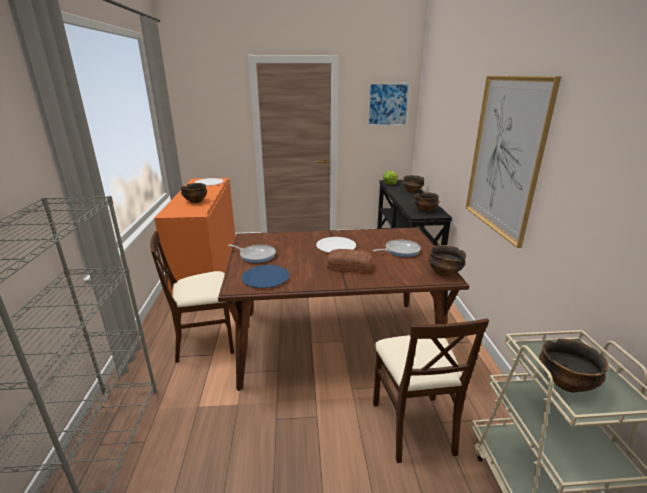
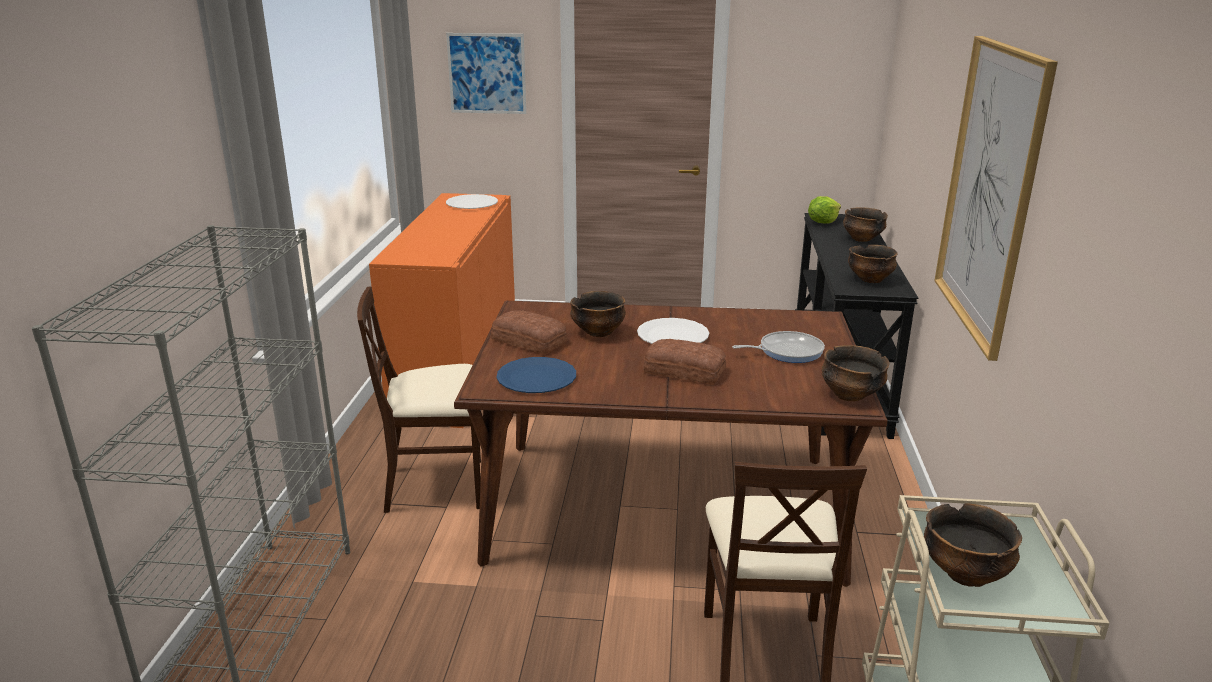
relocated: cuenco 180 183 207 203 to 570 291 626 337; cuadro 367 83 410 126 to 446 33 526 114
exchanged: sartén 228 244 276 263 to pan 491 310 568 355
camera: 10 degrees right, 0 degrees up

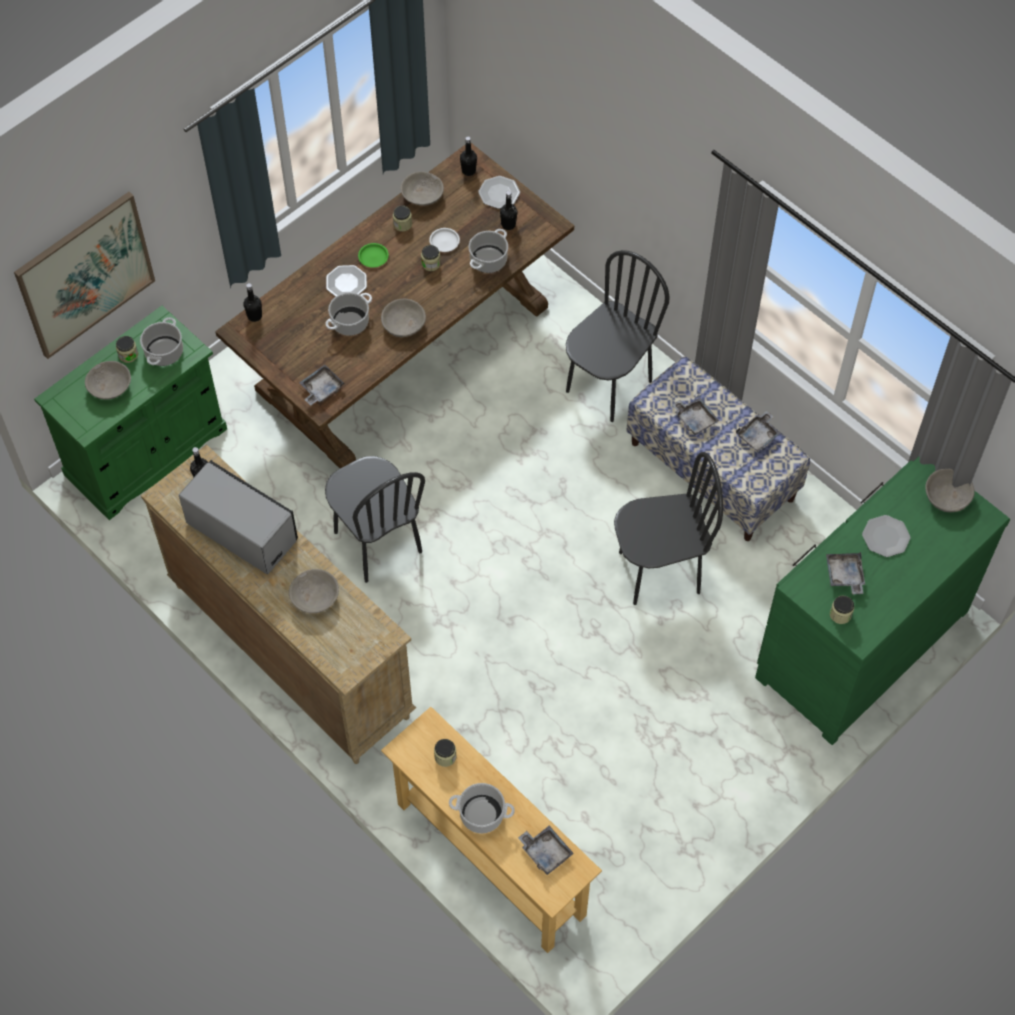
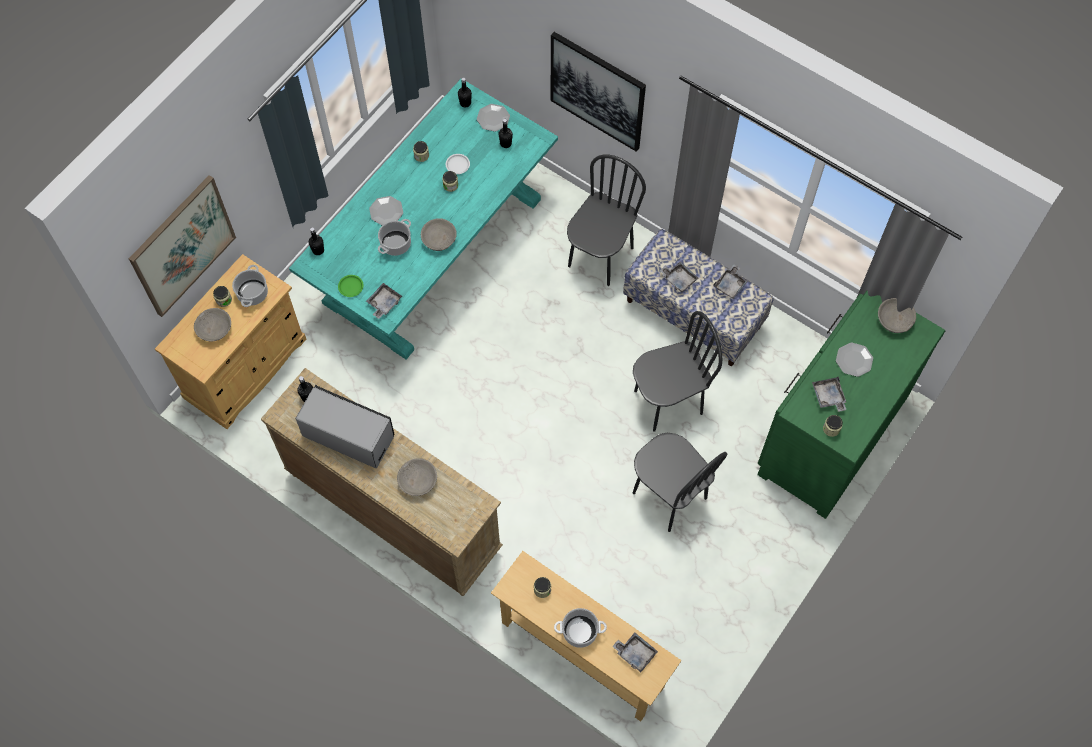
missing: cuenco (gris) 401 171 444 206; olla 469 229 508 273
appeared: cuadro 551 32 646 152
relocated: silla (negro) 325 456 425 583 to 633 433 727 532; plato (verde) 358 243 389 268 to 338 275 364 297
colour: armario (verde) 34 306 227 520 to armario (beis) 155 254 306 429; mesa de comedor (marrón) 215 143 574 468 to mesa de comedor (turquesa) 289 79 558 359
camera: 10 degrees left, 5 degrees up

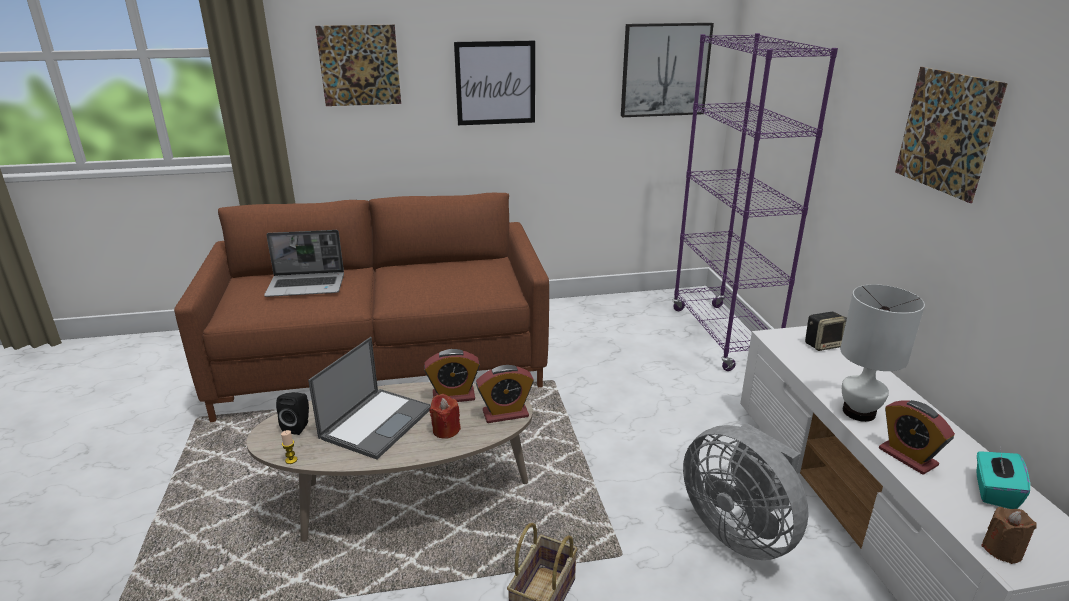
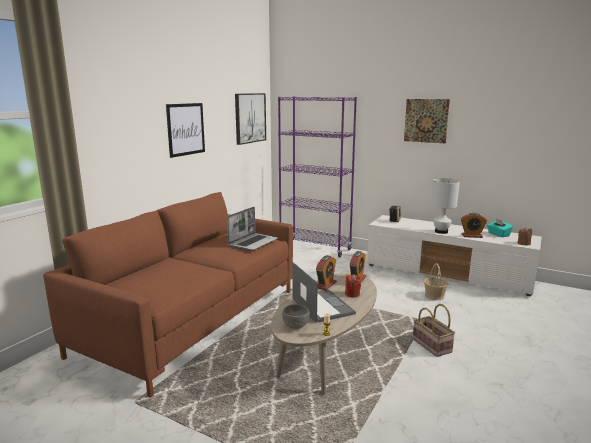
missing: cuadro 315 25 401 106
relocated: portátil 264 230 344 297 to 227 207 278 251
exchanged: altavoz (negro) 276 392 309 435 to cuenco (gris) 282 304 310 329; ventilador (gris) 683 423 809 560 to cesta 424 263 448 300
camera: 50 degrees left, 10 degrees down

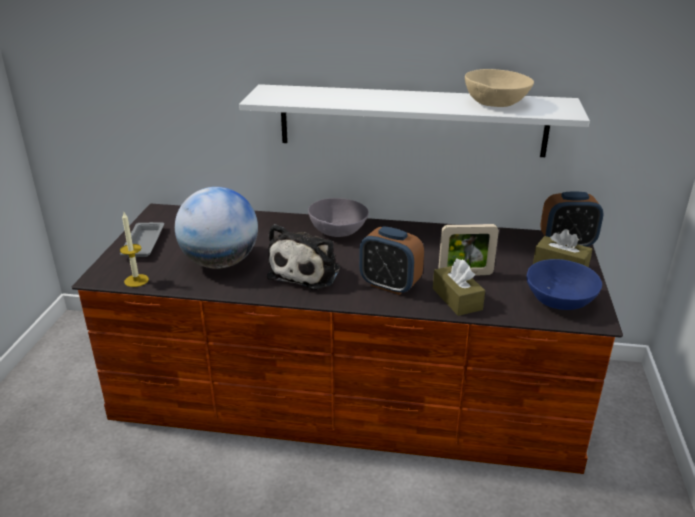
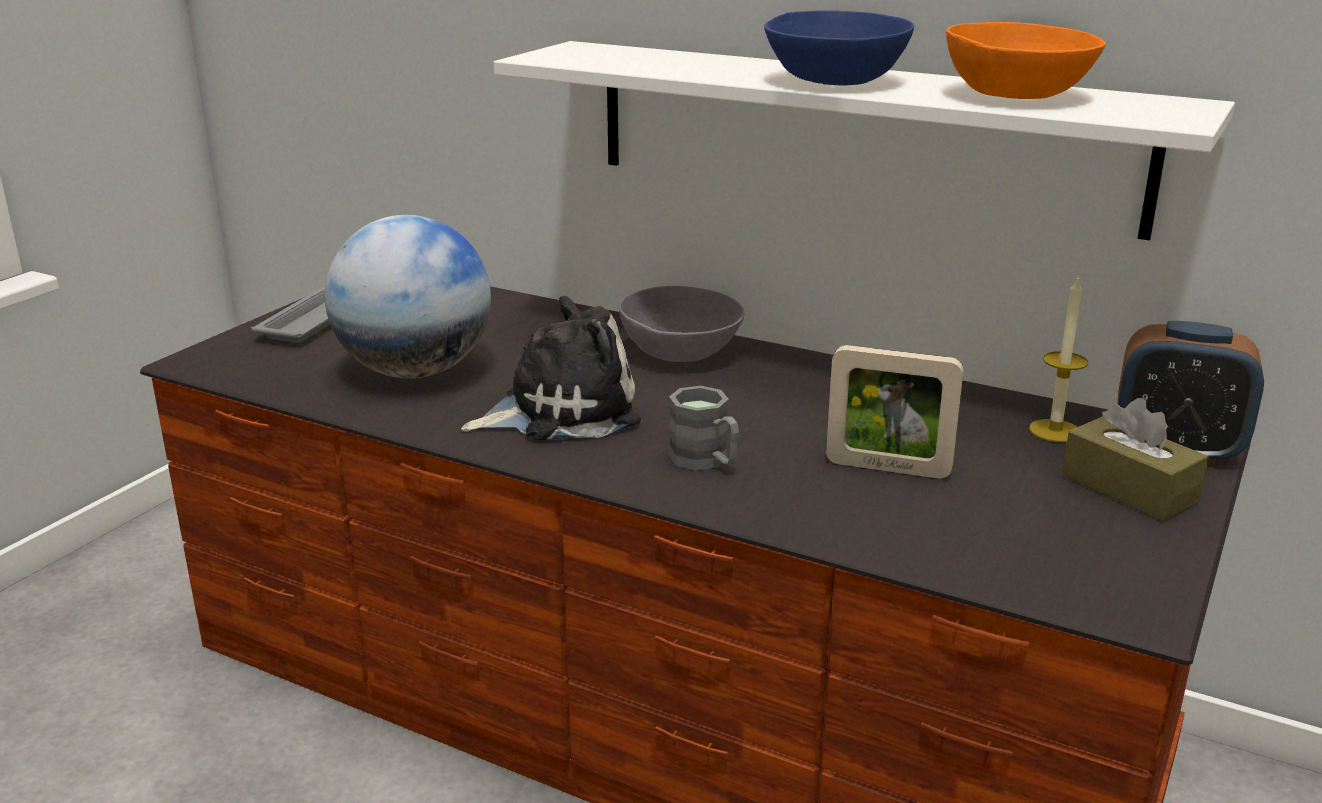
missing: caja de pañuelos (marrón) 433 258 485 316
relocated: vela 120 212 149 287 to 1029 278 1089 442; cuenco (azul) 527 259 602 310 to 764 10 914 85
exchanged: despertador 359 226 424 295 to taza grande (gris) 669 386 739 471
colour: cuenco (beis) 465 69 534 107 to cuenco (naranja) 946 22 1106 99
spun: peluche 267 224 340 289 = 461 296 641 440 150 degrees counterclockwise
camera: 20 degrees right, 5 degrees down

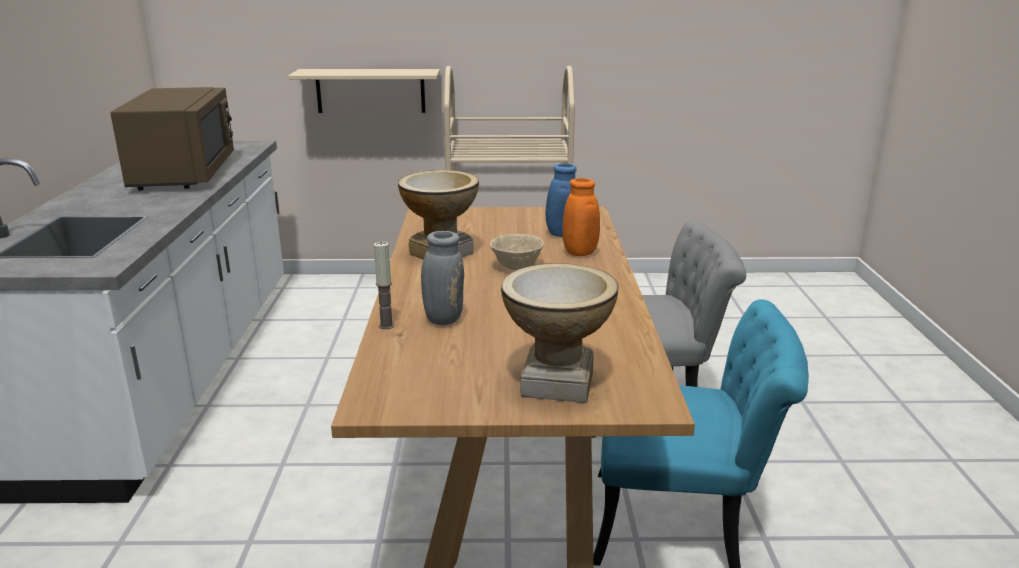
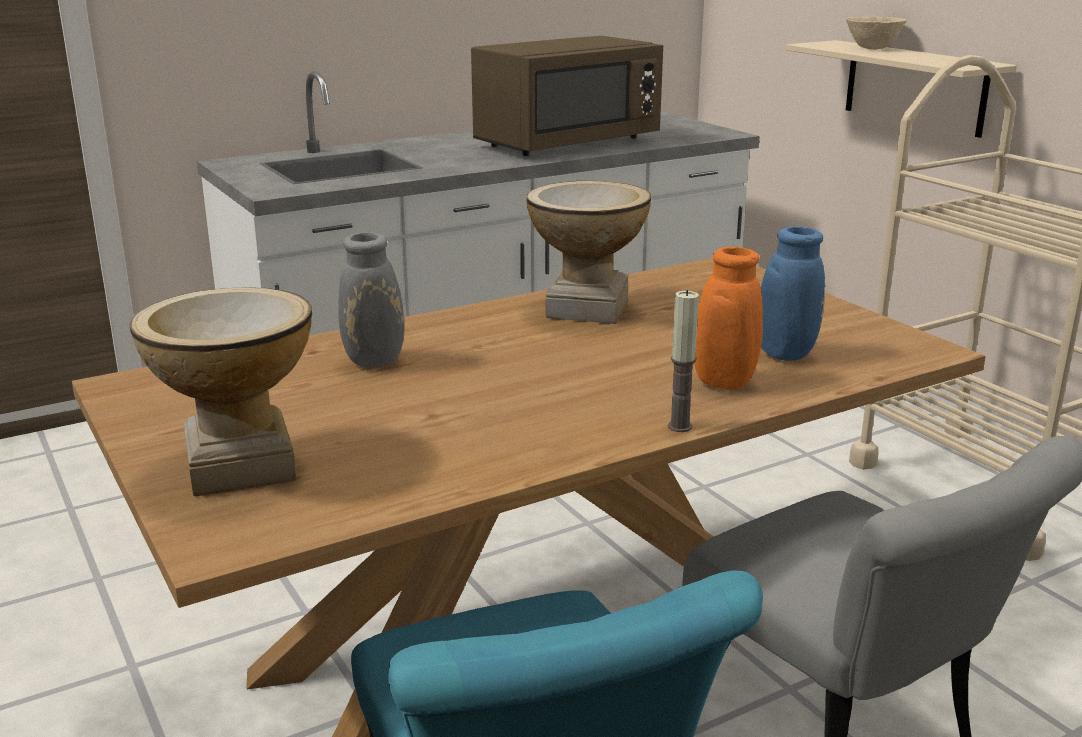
relocated: vela 374 241 394 329 to 668 290 699 432; cuenco (beis) 490 234 544 270 to 846 17 907 50
camera: 60 degrees right, 0 degrees up

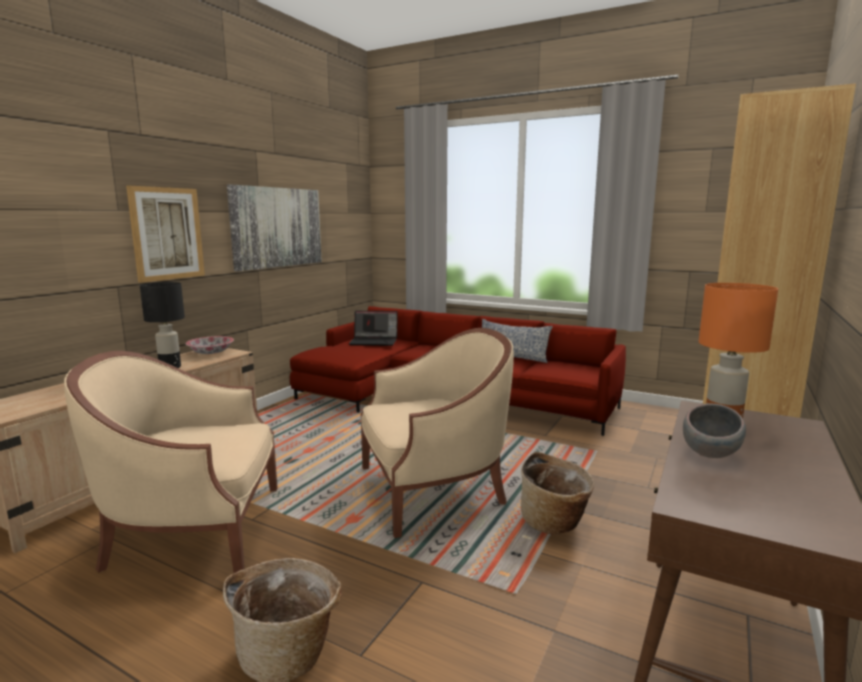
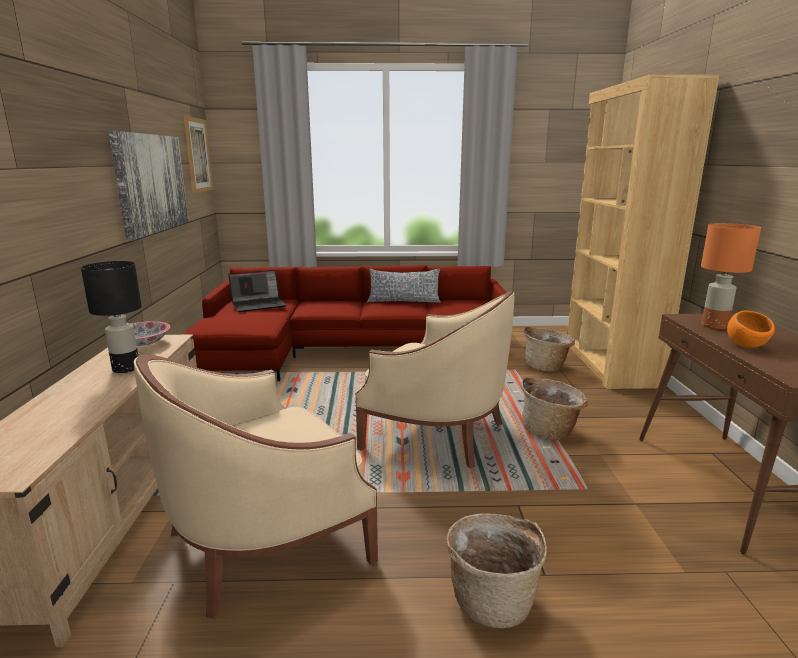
appeared: cesta 524 327 575 372
relocated: cuadro 126 185 205 283 to 184 116 213 193
colour: cuenco (gris) 683 404 746 458 to cuenco (naranja) 727 310 775 348
spun: sillón (beis) 361 328 514 538 = 356 291 514 468 75 degrees clockwise
camera: 30 degrees left, 5 degrees up

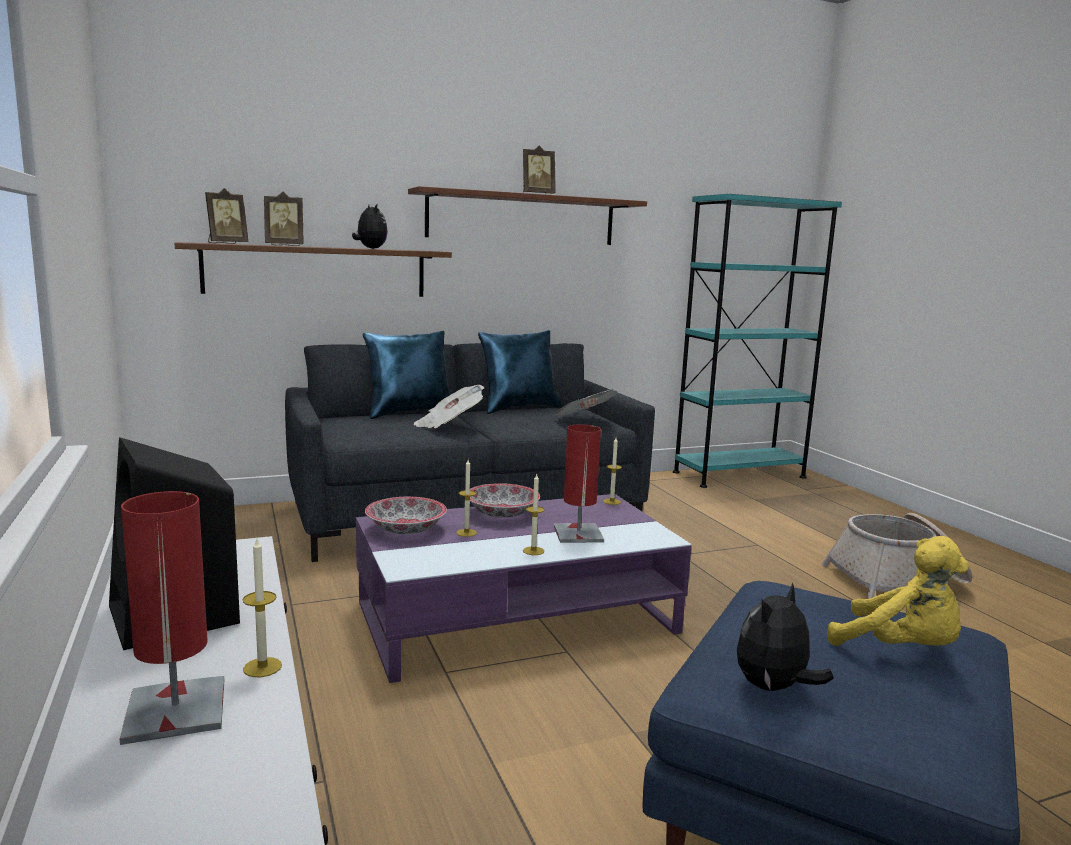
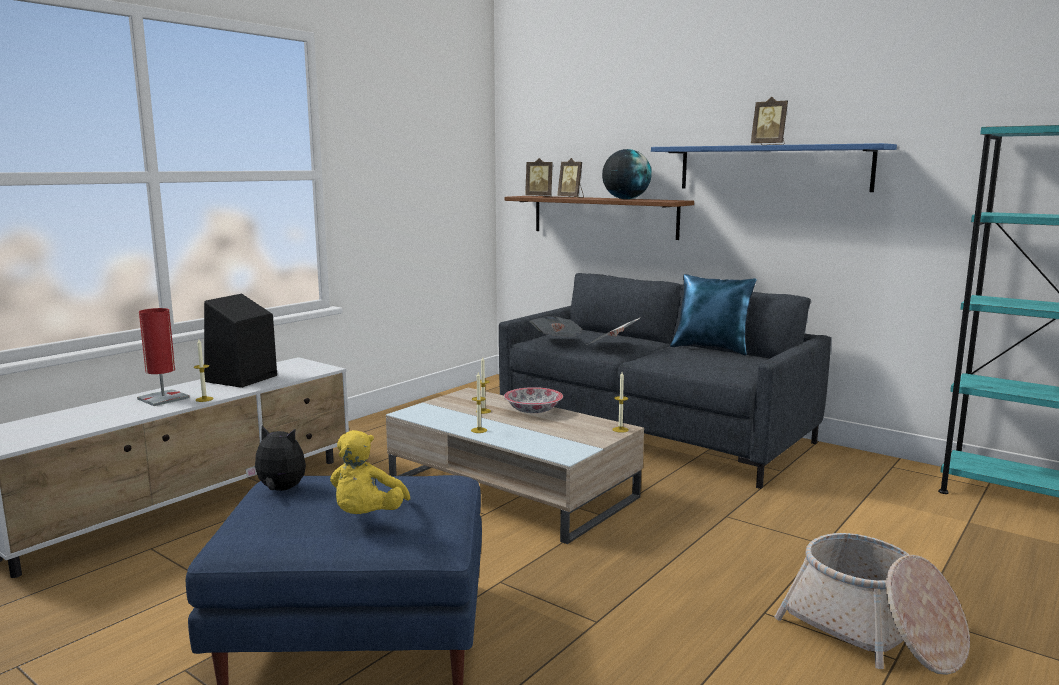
missing: cojín (azul) 363 331 450 419; cuenco 365 497 447 534; lámpara de mesa (rojo) 554 424 604 543
relocated: periódico 552 389 618 416 to 529 316 583 337
exchanged: peluche 352 203 388 249 to globo terráqueo 602 149 652 199
colour: mesa de centro (morado) 356 494 692 683 to mesa de centro (beis) 386 387 644 544; estante (marrón) 408 186 647 245 to estante (azul) 651 143 897 192
camera: 60 degrees right, 0 degrees up

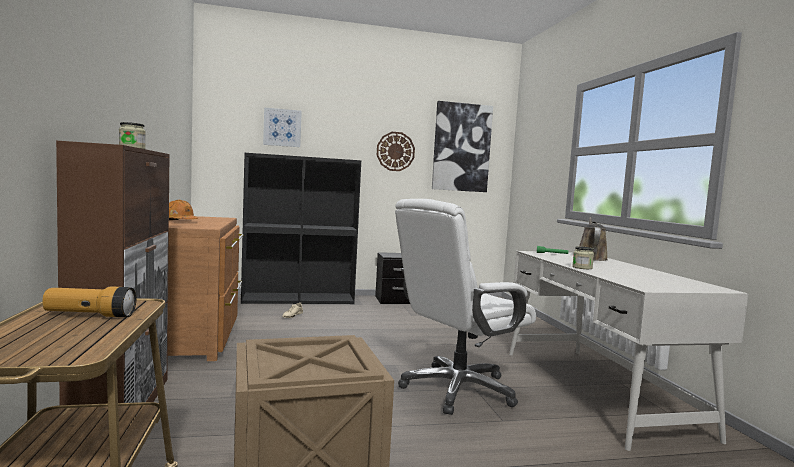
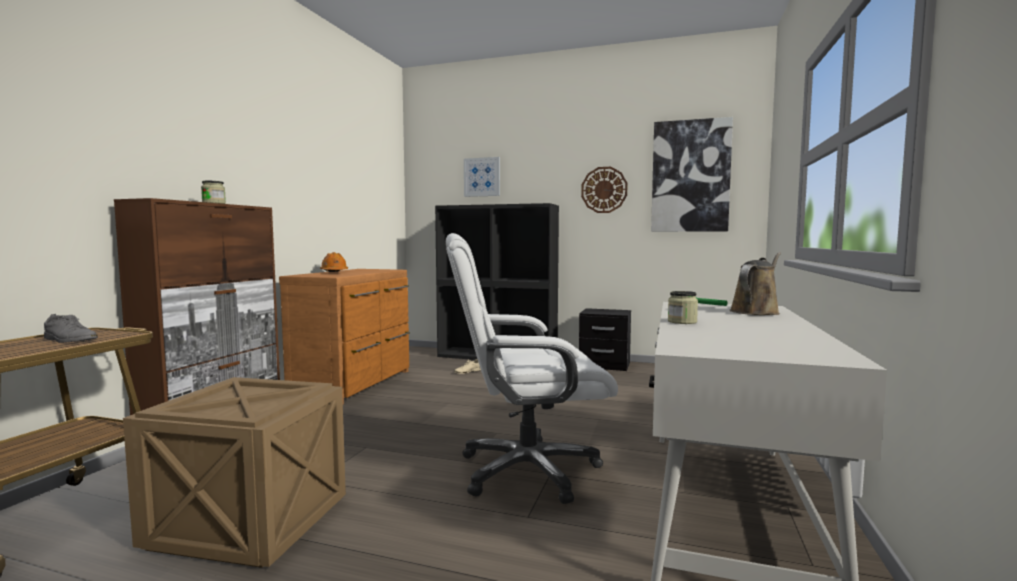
exchanged: linterna 42 287 136 317 to zapato (gris) 44 314 98 343
camera: 30 degrees right, 0 degrees up

